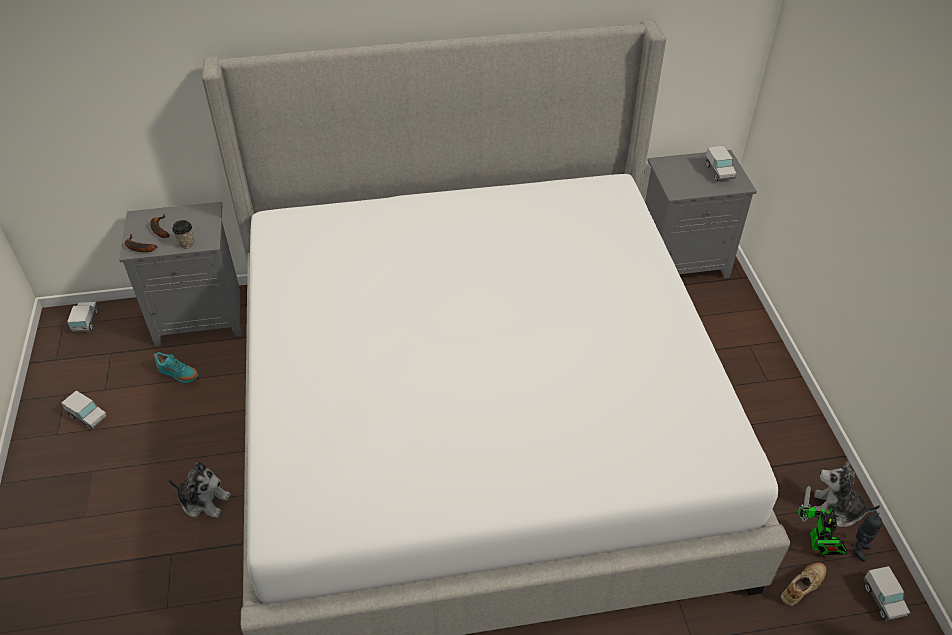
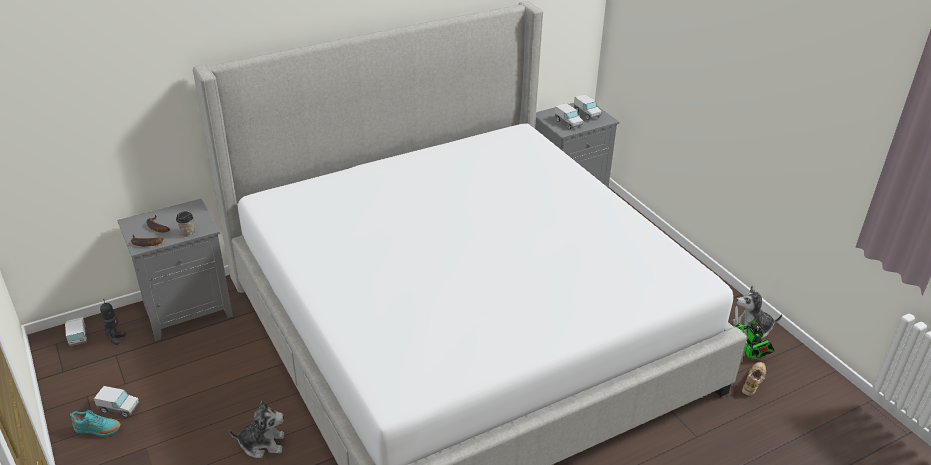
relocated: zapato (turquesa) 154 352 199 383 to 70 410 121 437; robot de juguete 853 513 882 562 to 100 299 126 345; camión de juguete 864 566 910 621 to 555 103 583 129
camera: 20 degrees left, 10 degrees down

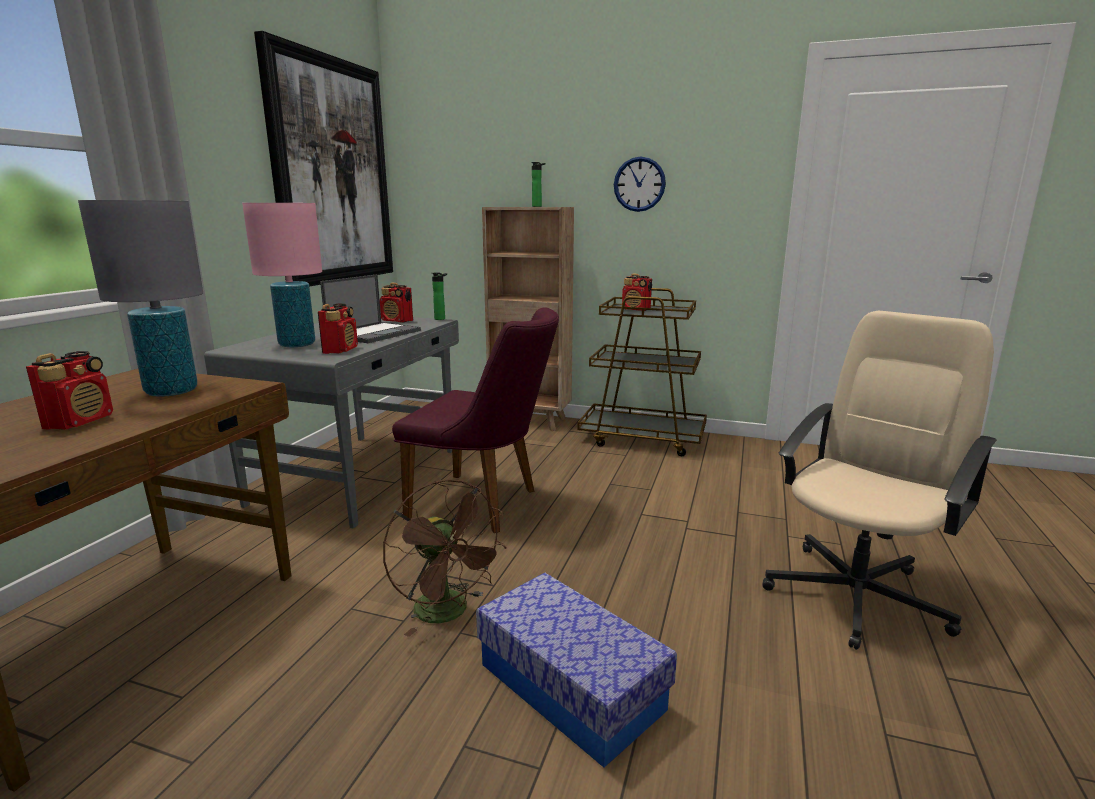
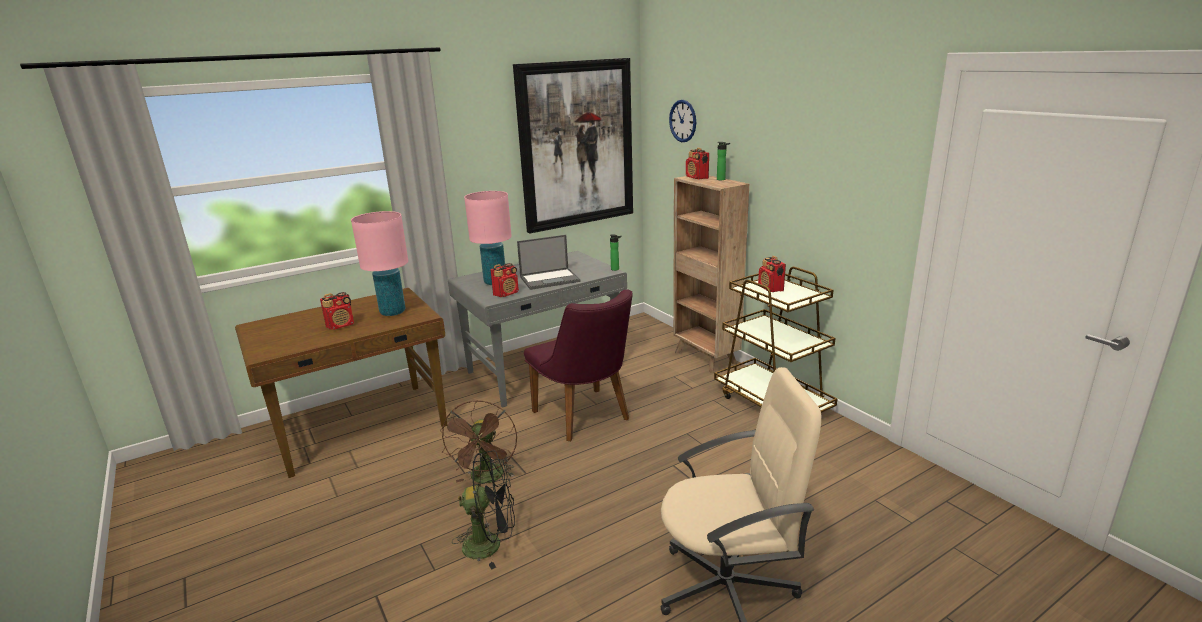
relocated: radio 380 283 413 322 to 686 148 709 179; reloj de pared 614 156 666 212 to 669 100 696 142
exchanged: caja de almacenaje 476 573 677 768 to ventilador (negro) 452 451 515 570
colour: lámpara de mesa (gris) 78 200 203 397 to lámpara de mesa (rosa) 351 211 408 316
camera: 40 degrees right, 5 degrees up

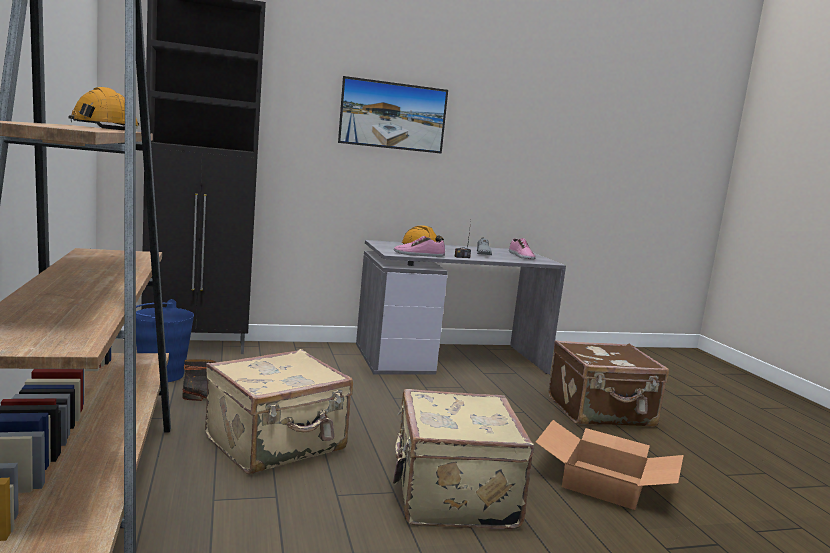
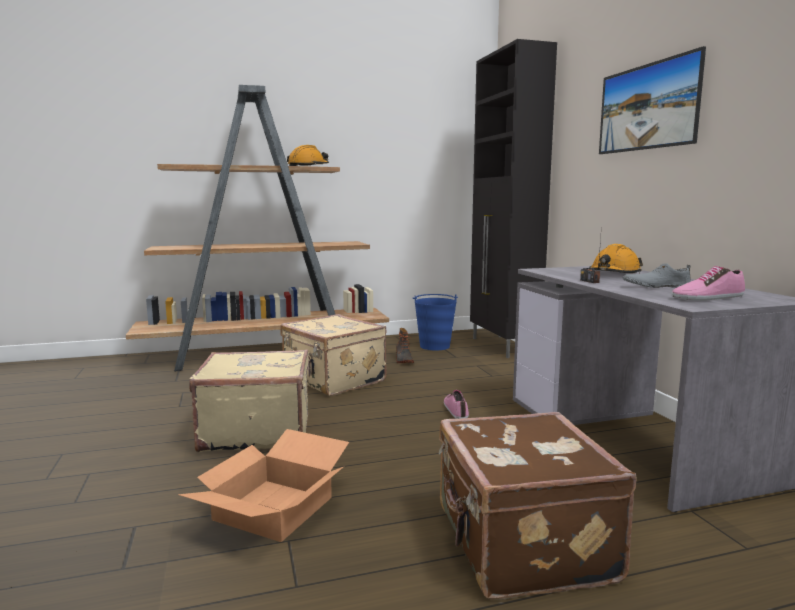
relocated: zapato 394 236 445 257 to 444 390 469 419
camera: 90 degrees right, 0 degrees up

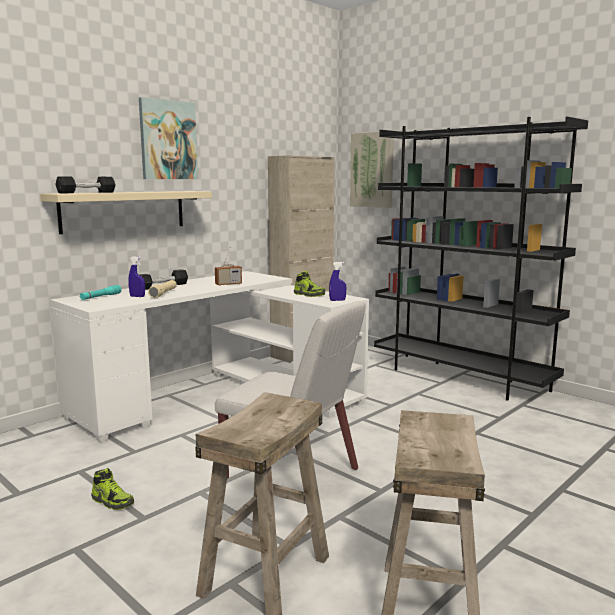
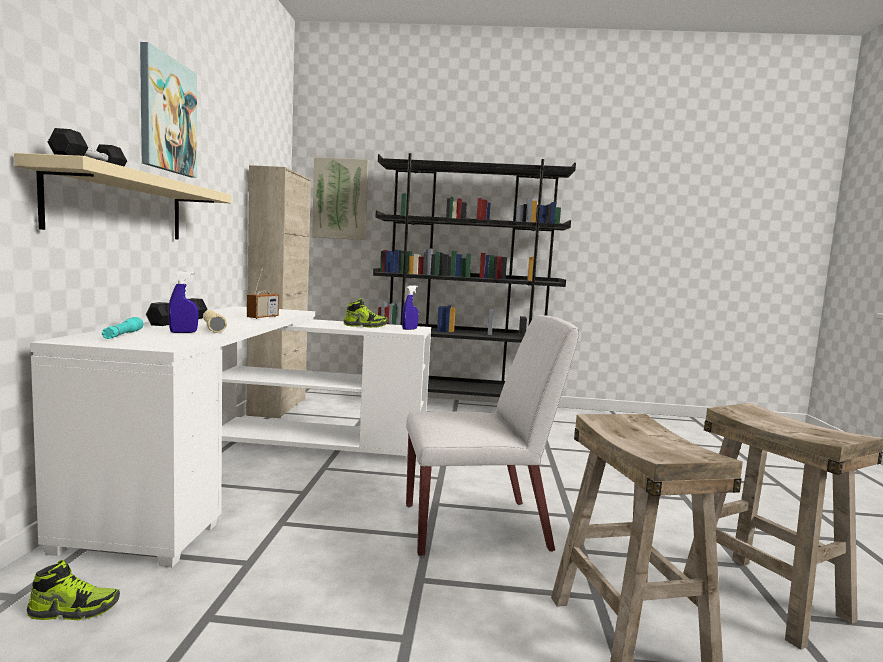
relocated: zapato 91 468 134 510 to 27 560 120 620
camera: 40 degrees left, 5 degrees down

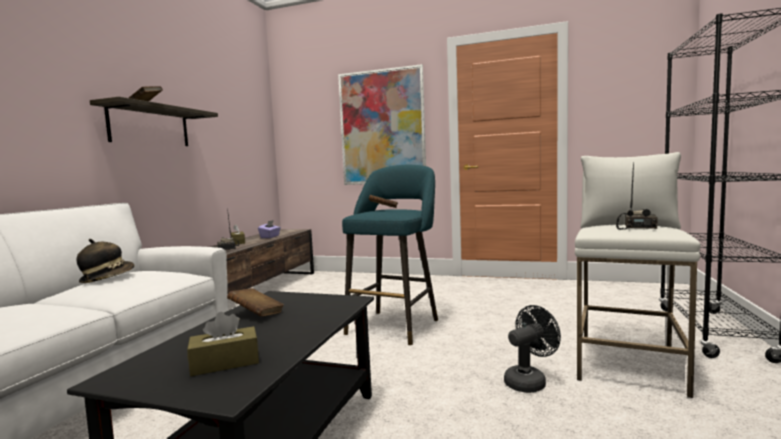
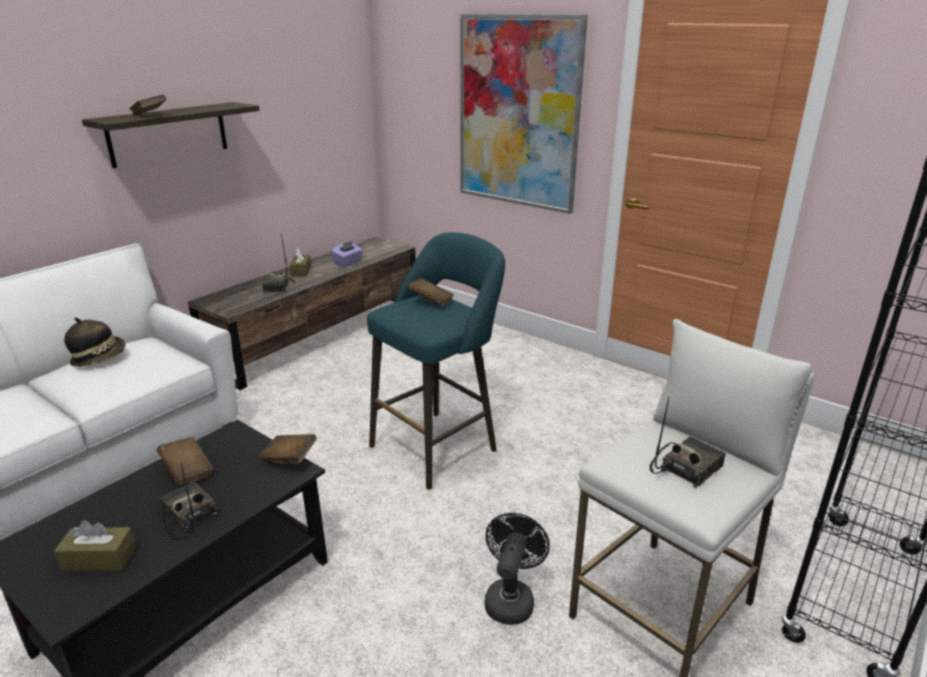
appeared: radio 159 462 219 540; libro (marrón) 259 434 316 464
spun: ventilador (negro) 504 305 561 393 = 485 513 550 625 60 degrees counterclockwise
camera: 20 degrees right, 20 degrees up

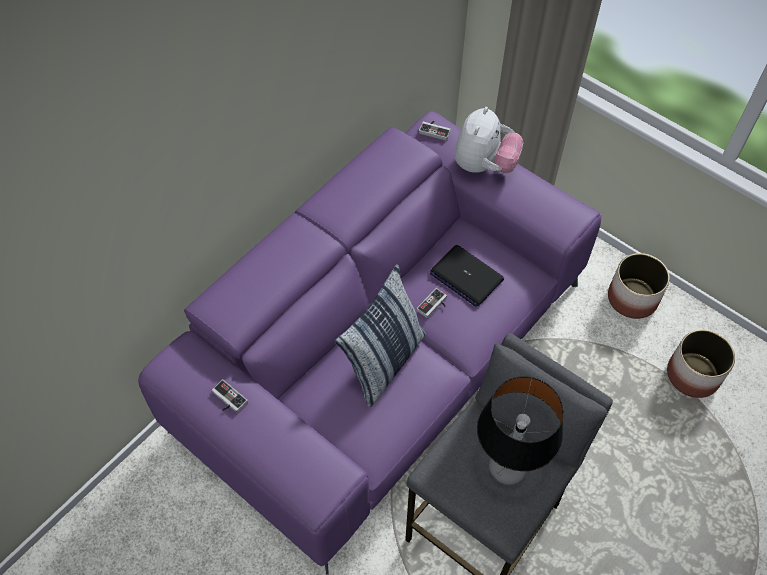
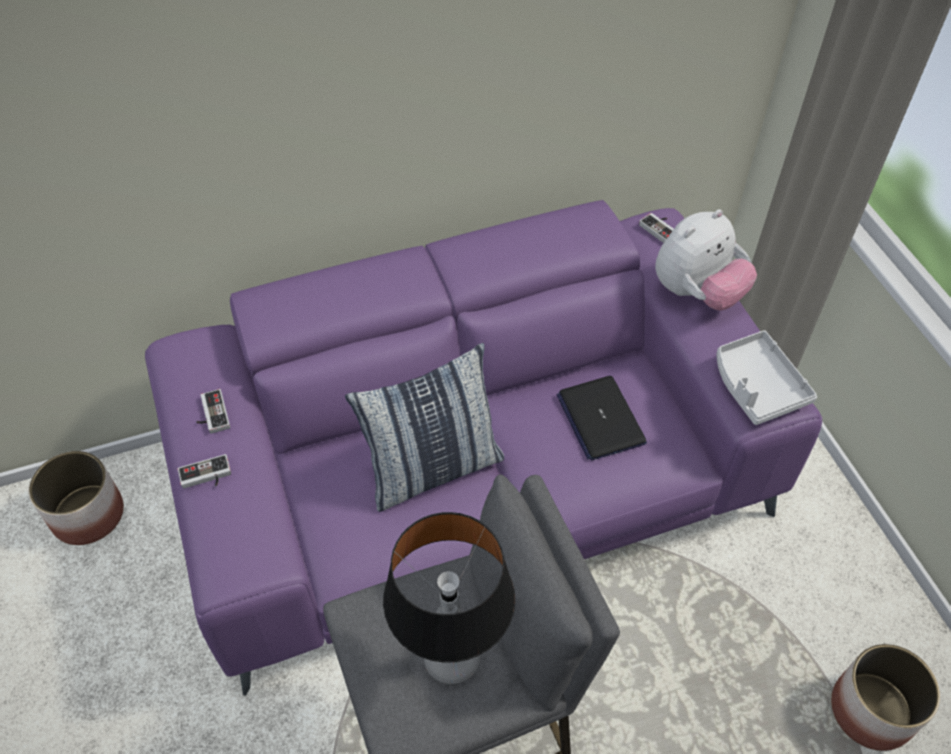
appeared: bandeja (gris) 717 330 817 425
relocated: mando de consola 417 288 447 318 to 178 454 231 488; maceta 608 253 670 319 to 29 451 124 545
camera: 30 degrees right, 5 degrees down

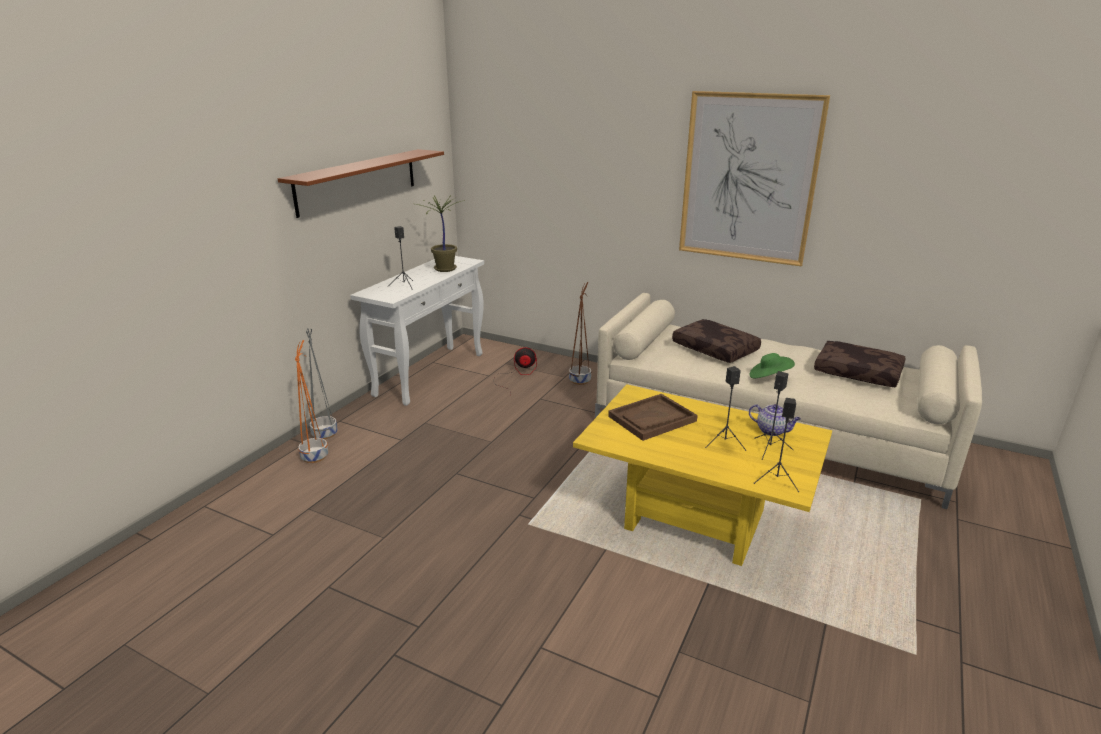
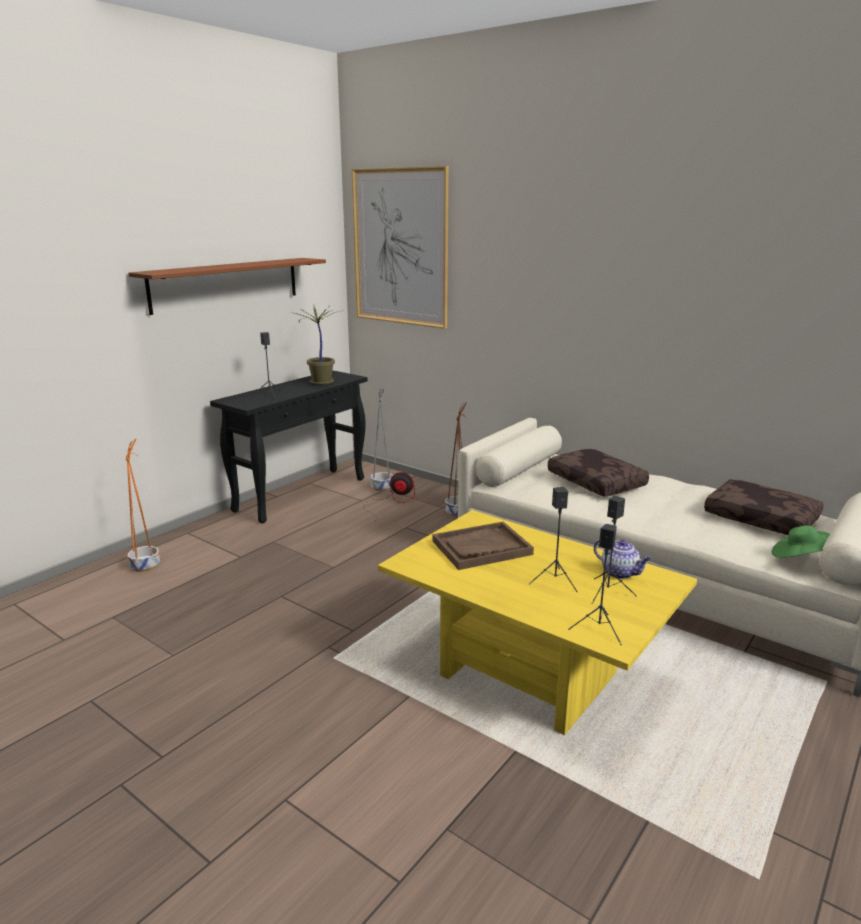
relocated: maceta (gris) 306 328 338 439 to 370 388 393 491; cuadro 679 91 830 267 to 351 166 449 329; sombrero (verde) 749 353 795 378 to 772 526 830 558
colour: mesa consola (blanco) 350 256 484 406 to mesa consola (negro) 210 370 368 524
camera: 10 degrees right, 5 degrees down

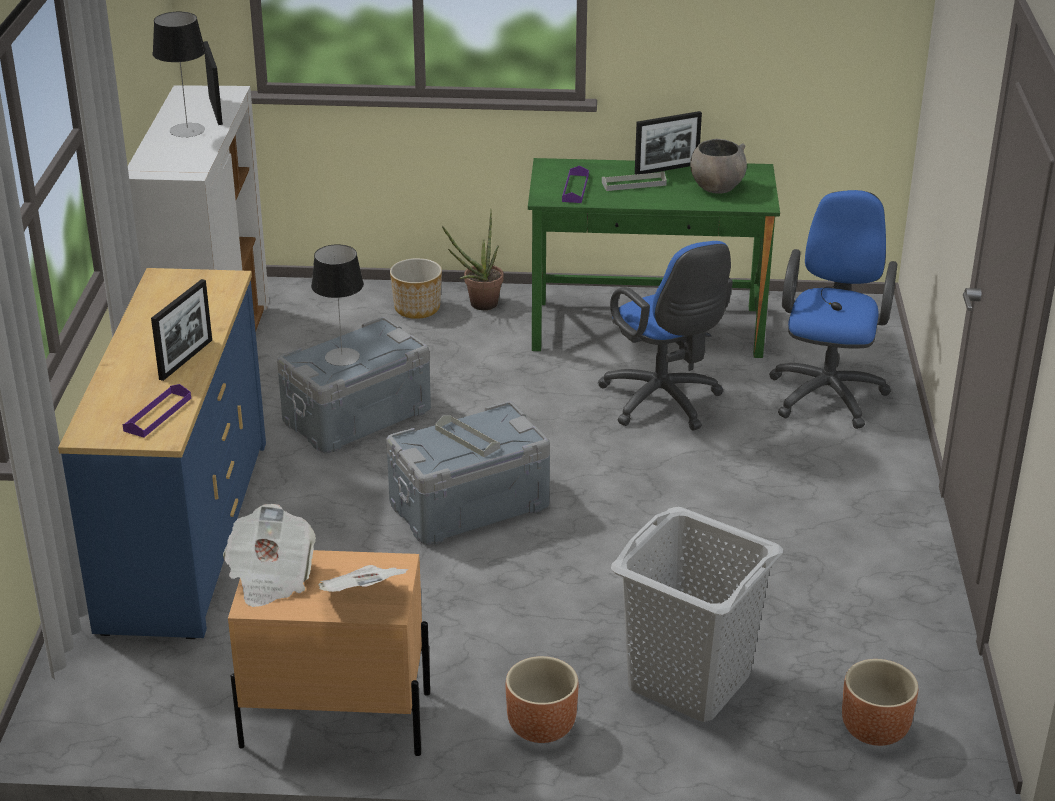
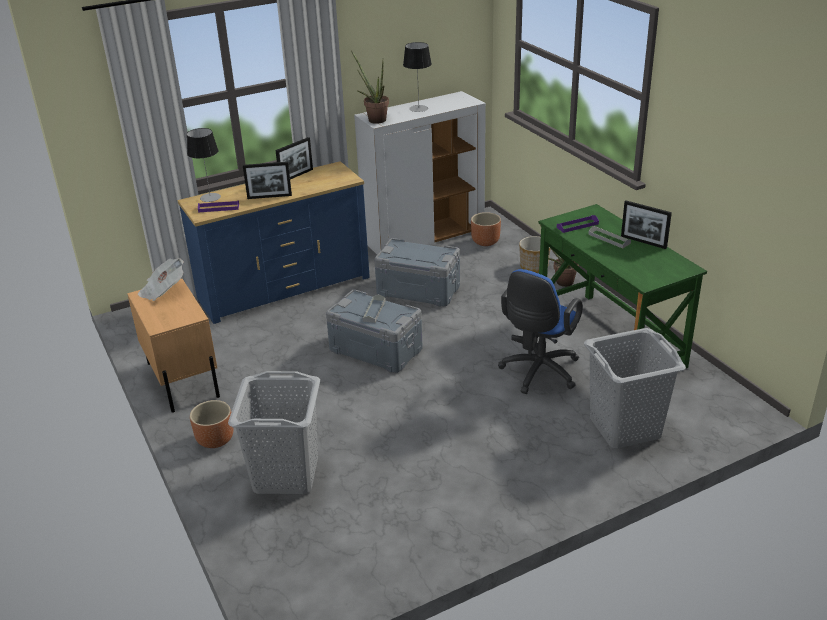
missing: periódico 318 565 408 592; cuenco (gris) 690 139 747 194
appeared: planta en maceta 351 51 389 124
relocated: portarretratos 203 41 223 125 to 275 137 313 179; lámpara de mesa 311 244 364 366 to 187 128 221 202; maceta (marrón) 842 659 918 746 to 471 212 501 246
exchanged: silla de oficina (azul) 769 190 898 429 to cesto de la ropa (gris) 584 328 686 449
camera: 60 degrees right, 0 degrees up

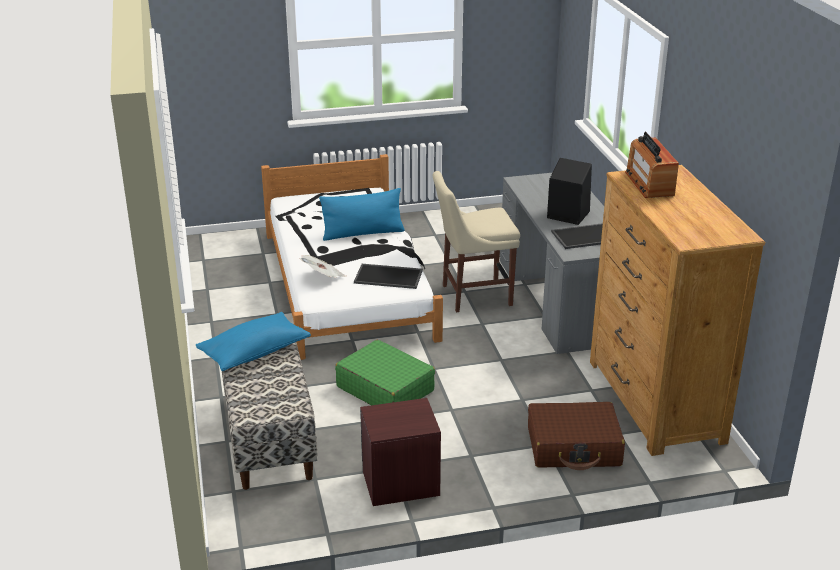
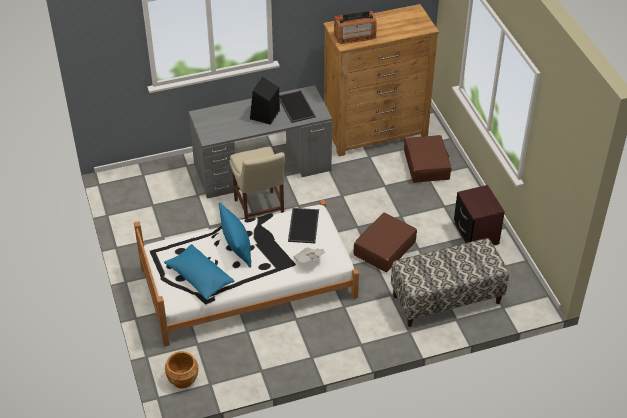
appeared: maceta (marrón) 165 351 198 389
relocated: cojín (azul) 196 312 311 371 to 164 244 234 300
colour: maleta (verde) 335 340 435 405 to maleta (marrón) 354 213 417 272
camera: 95 degrees left, 15 degrees up

